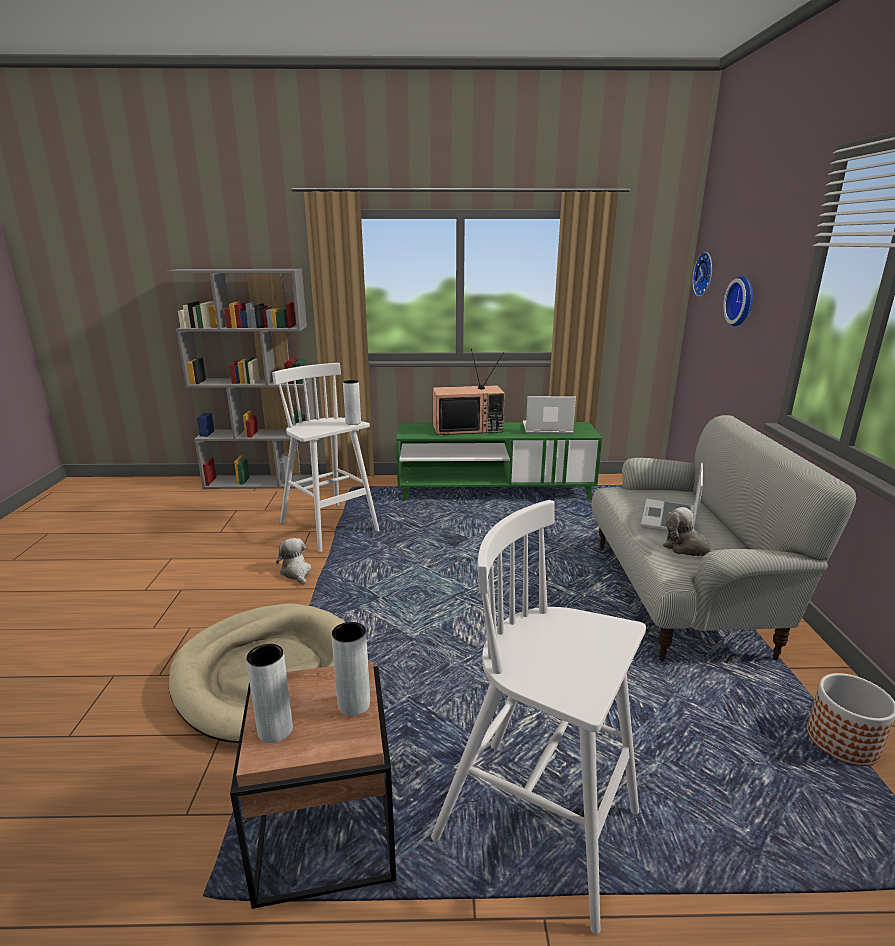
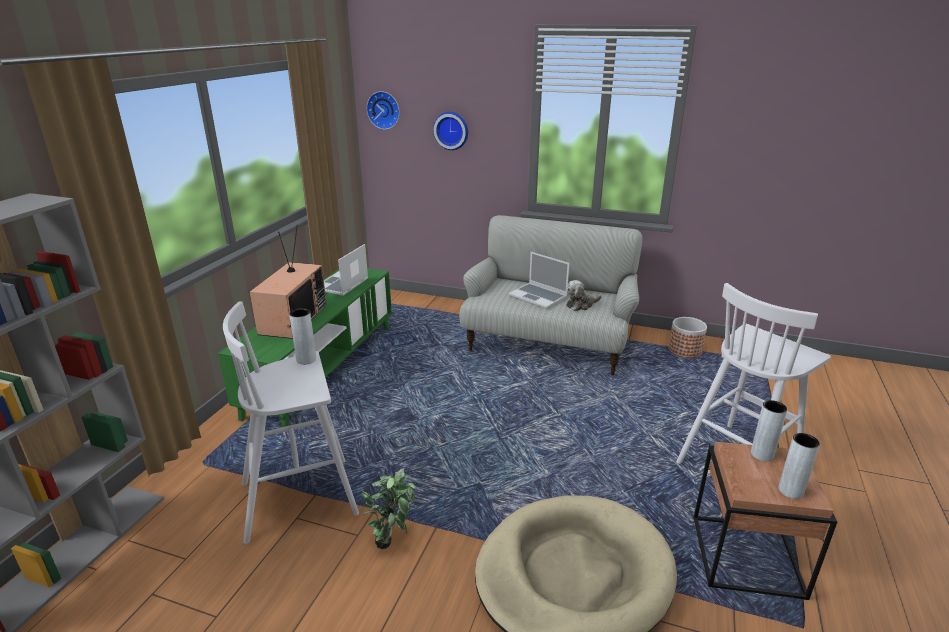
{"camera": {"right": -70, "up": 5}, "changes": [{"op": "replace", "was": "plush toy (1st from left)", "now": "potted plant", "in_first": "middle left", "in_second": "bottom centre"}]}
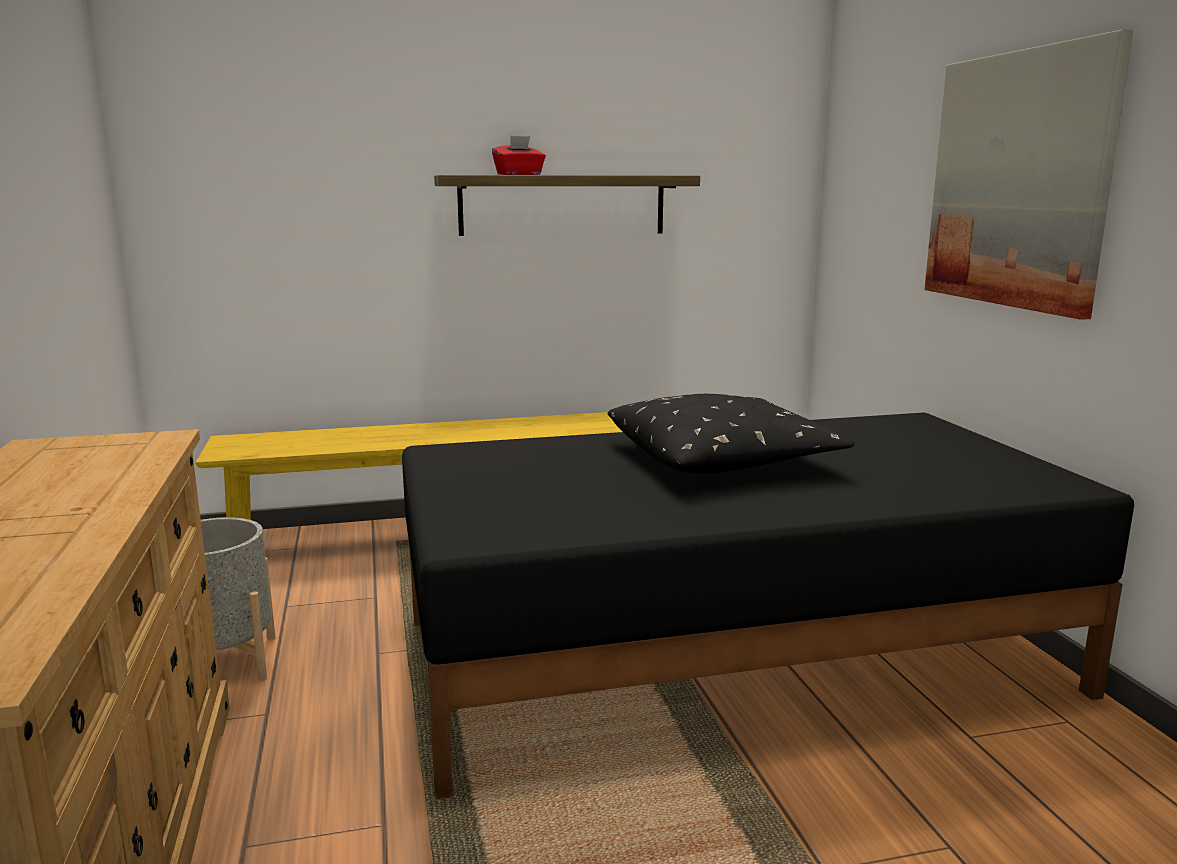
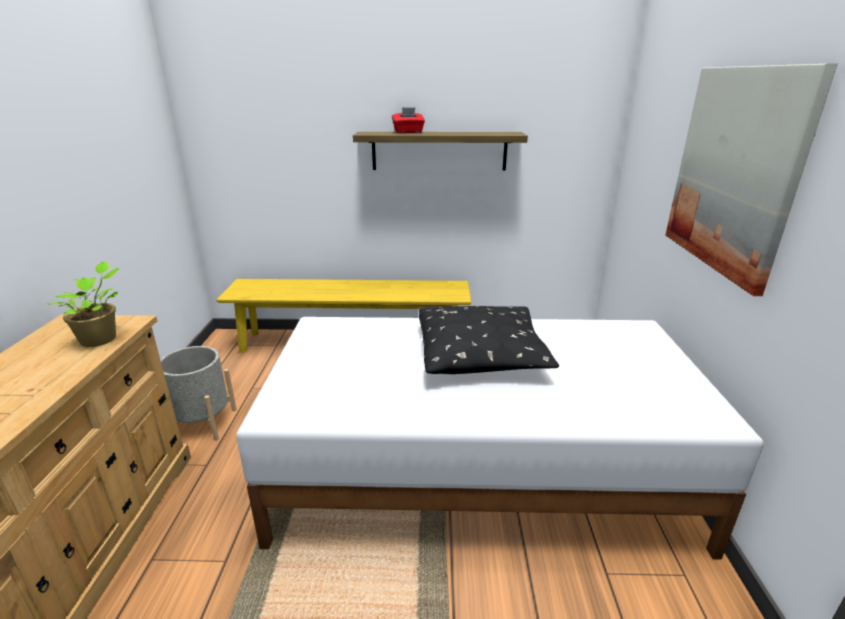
{"camera": {"right": 15, "up": 10}, "changes": [{"op": "insert", "now": "potted plant", "in_second": "middle left"}, {"op": "recolor", "was": "bed (black)", "now": "bed (white)", "in_first": "bottom centre", "in_second": "bottom centre"}]}
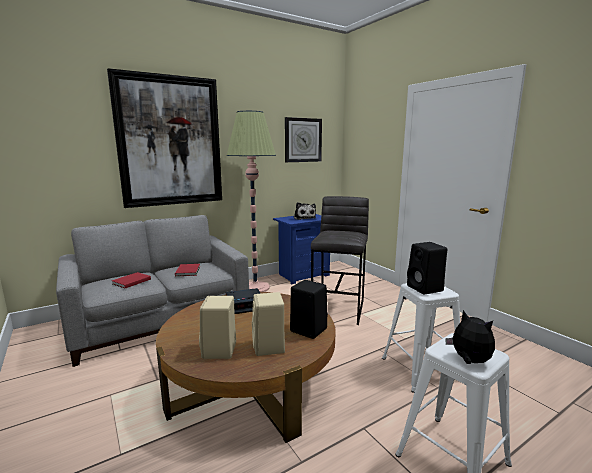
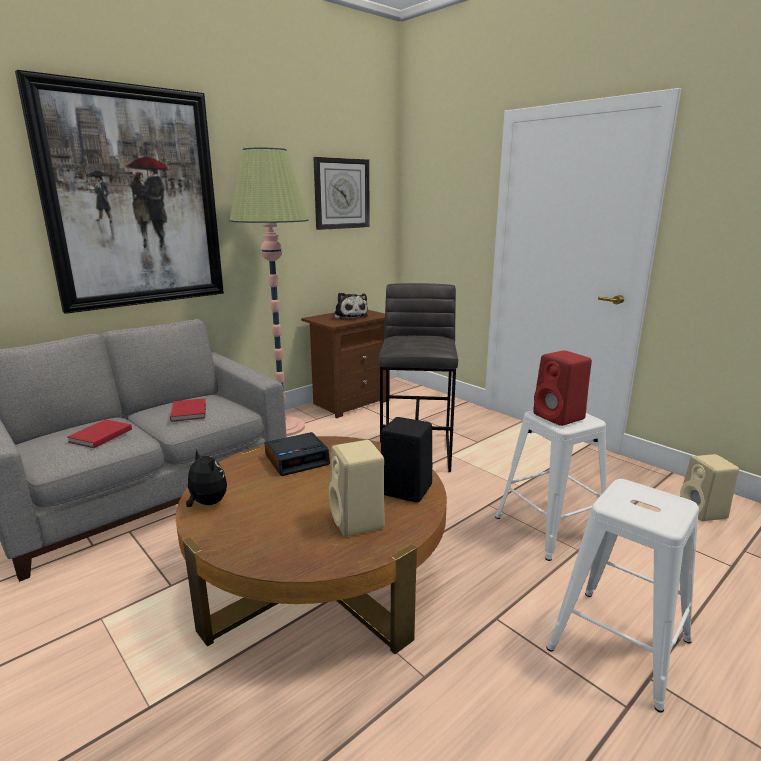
{"camera": {"right": -10, "up": 5}, "changes": [{"op": "move", "was": "speaker (beige) (1st from left in the first image)", "now": "speaker (beige) (2nd from left)", "in_first": "bottom centre", "in_second": "middle right"}, {"op": "move", "was": "plush toy (2nd from left in the first image)", "now": "plush toy (1st from left)", "in_first": "bottom right", "in_second": "middle left"}, {"op": "recolor", "was": "nightstand (blue)", "now": "nightstand (brown)", "in_first": "centre", "in_second": "centre"}, {"op": "recolor", "was": "speaker (black) (2nd from left)", "now": "speaker (red)", "in_first": "middle right", "in_second": "middle right"}]}
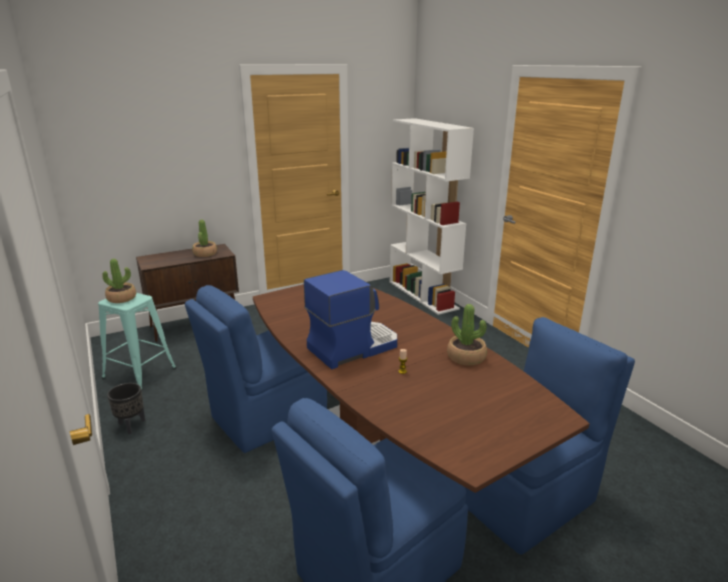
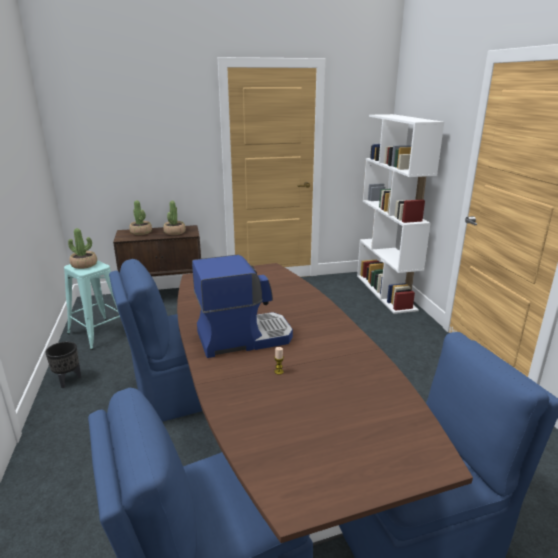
{"camera": {"right": 15, "up": 0}, "changes": [{"op": "move", "was": "potted plant (3rd from left in the first image)", "now": "potted plant (2nd from left)", "in_first": "centre", "in_second": "middle left"}]}
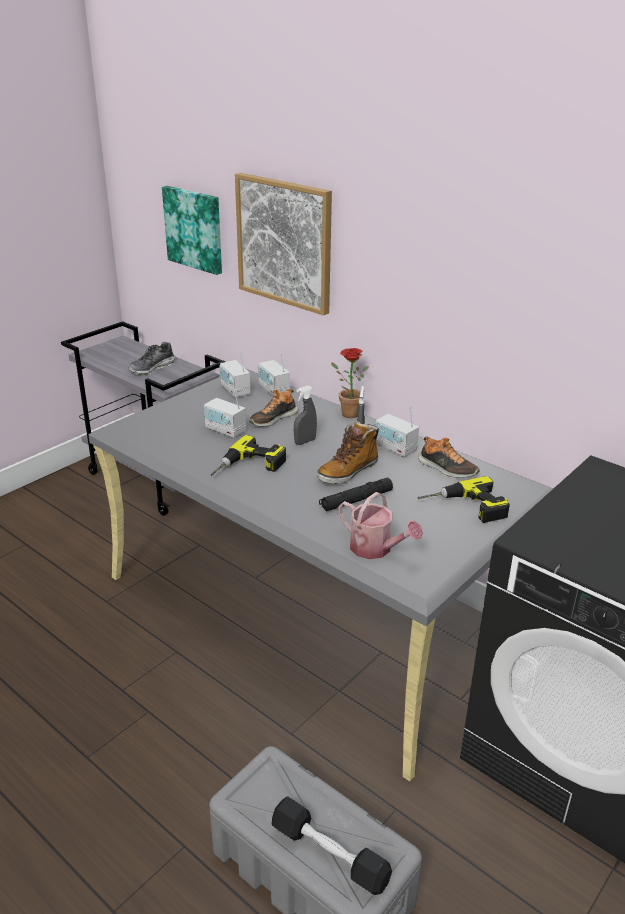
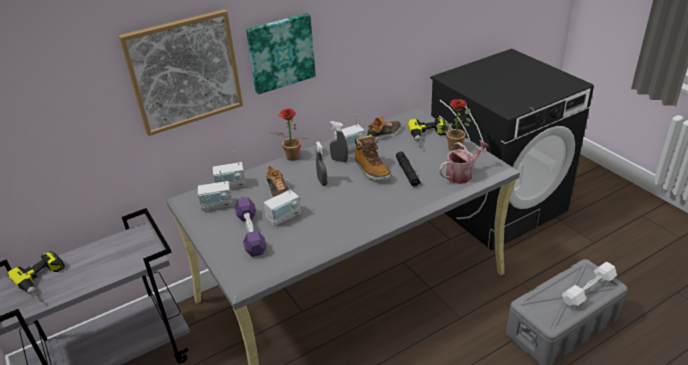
{"camera": {"right": -70, "up": 5}, "changes": [{"op": "delete", "was": "shoe (1st from left)", "in_first": "middle left"}, {"op": "insert", "now": "dumbbell (purple)", "in_second": "centre"}, {"op": "insert", "now": "potted plant (2nd from left)", "in_second": "centre"}, {"op": "move", "was": "picture (1st from left in the first image)", "now": "picture (2nd from left)", "in_first": "top left", "in_second": "top centre"}, {"op": "move", "was": "power drill (1st from left)", "in_first": "centre", "in_second": "bottom left"}, {"op": "recolor", "was": "dumbbell (black)", "now": "dumbbell (white)", "in_first": "bottom centre", "in_second": "bottom right"}]}
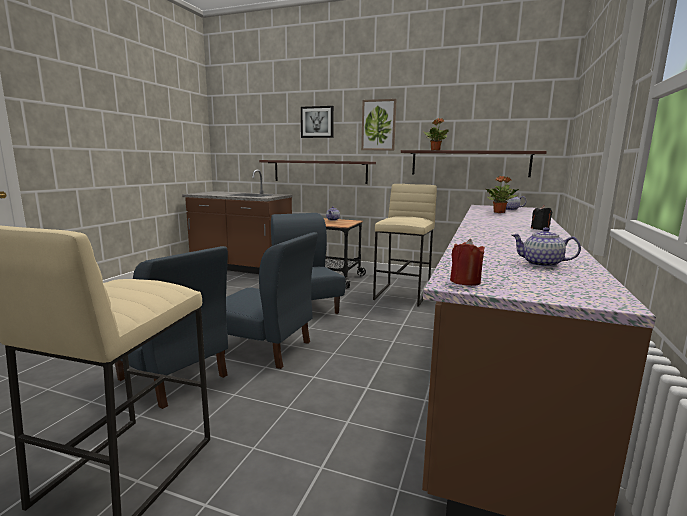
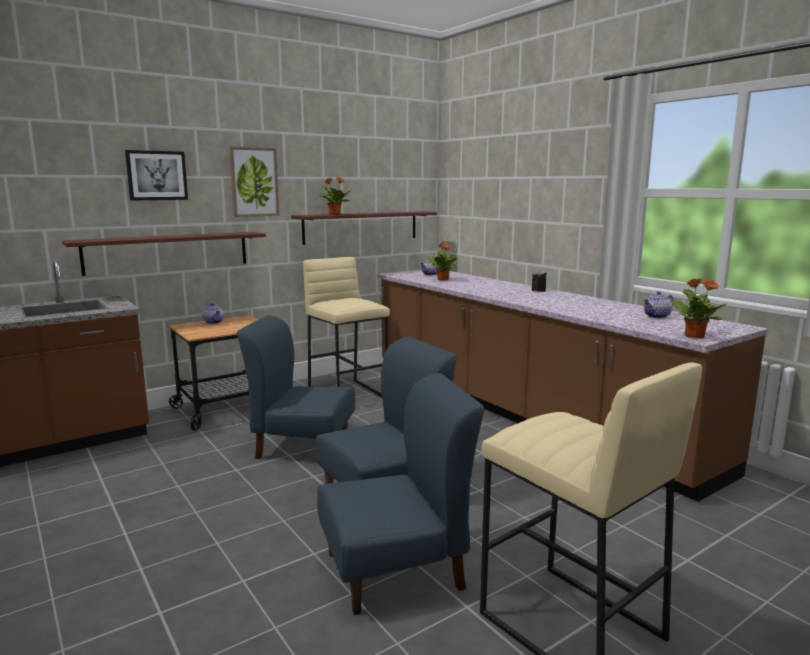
{"camera": {"right": -55, "up": 0}, "changes": [{"op": "replace", "was": "candle (red)", "now": "potted plant (3rd from left)", "in_first": "middle right", "in_second": "middle right"}]}
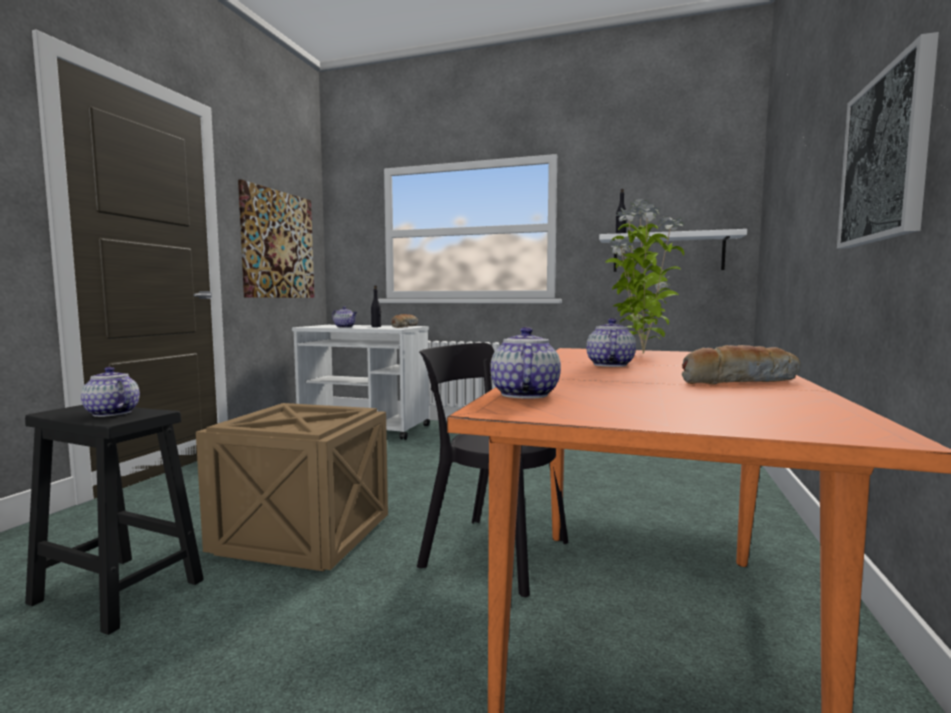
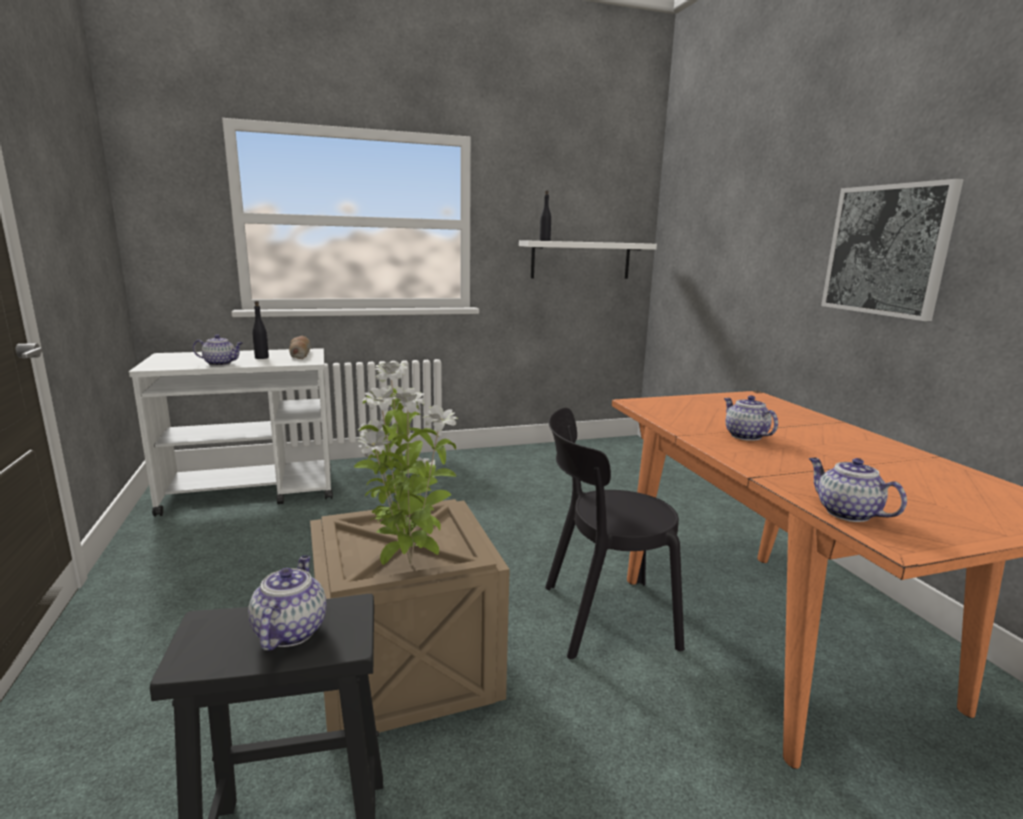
{"camera": {"right": -35, "up": 10}, "changes": [{"op": "delete", "was": "picture (1st from left)", "in_first": "middle left"}, {"op": "delete", "was": "bread (2nd from left)", "in_first": "middle right"}, {"op": "move", "was": "potted plant", "in_first": "middle right", "in_second": "centre"}, {"op": "rotate", "was": "teapot (1st from left in the first image)", "in_first": "middle left", "in_second": "bottom left", "clockwise": 90}]}
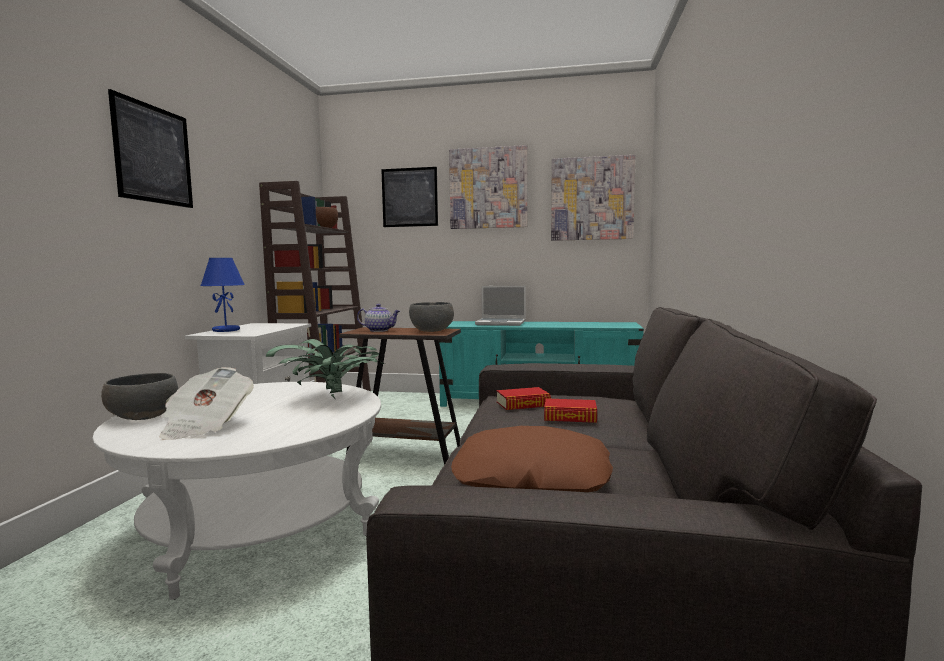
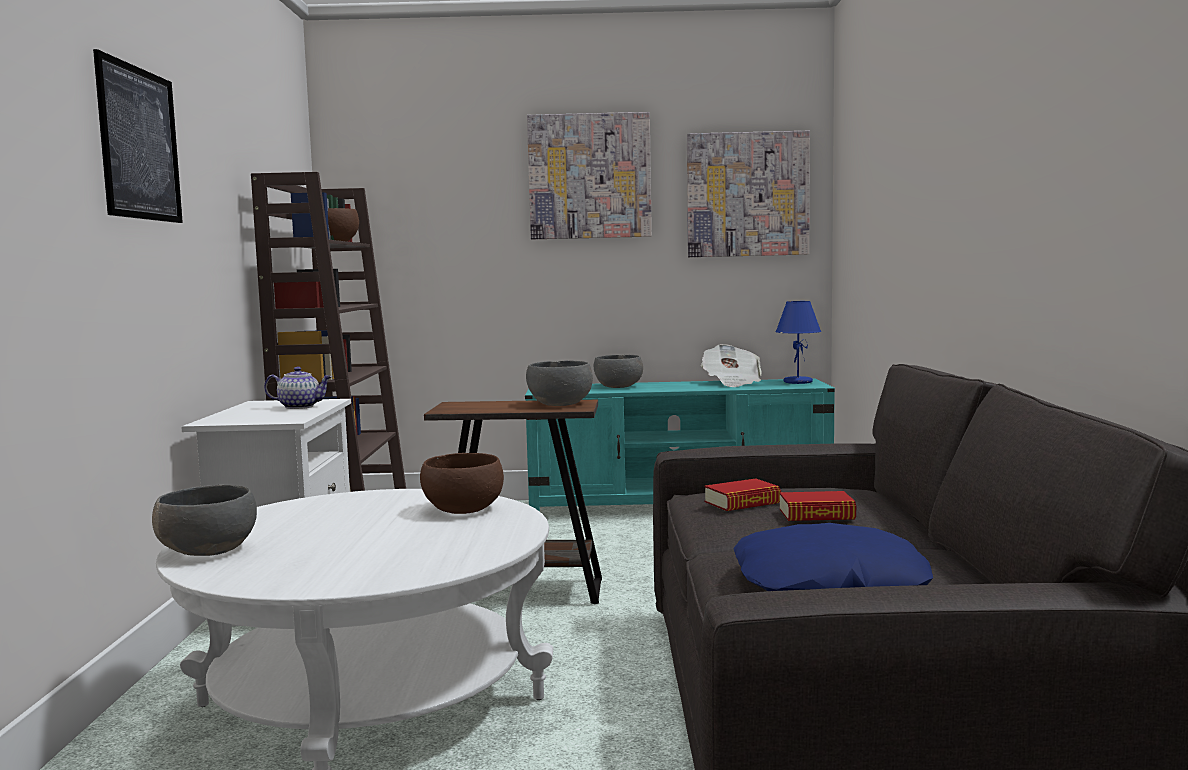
{"camera": {"right": -10, "up": 0}, "changes": [{"op": "delete", "was": "picture (2nd from left)", "in_first": "top centre"}, {"op": "move", "was": "newspaper", "in_first": "middle left", "in_second": "centre"}, {"op": "move", "was": "table lamp (blue)", "in_first": "middle left", "in_second": "middle right"}, {"op": "move", "was": "teapot", "in_first": "centre", "in_second": "middle left"}, {"op": "replace", "was": "potted plant", "now": "bowl (brown) (2nd from left)", "in_first": "centre", "in_second": "centre"}, {"op": "replace", "was": "laptop", "now": "bowl (grey) (3rd from left)", "in_first": "centre", "in_second": "centre"}, {"op": "recolor", "was": "pillow (brown)", "now": "pillow (blue)", "in_first": "bottom centre", "in_second": "bottom right"}]}
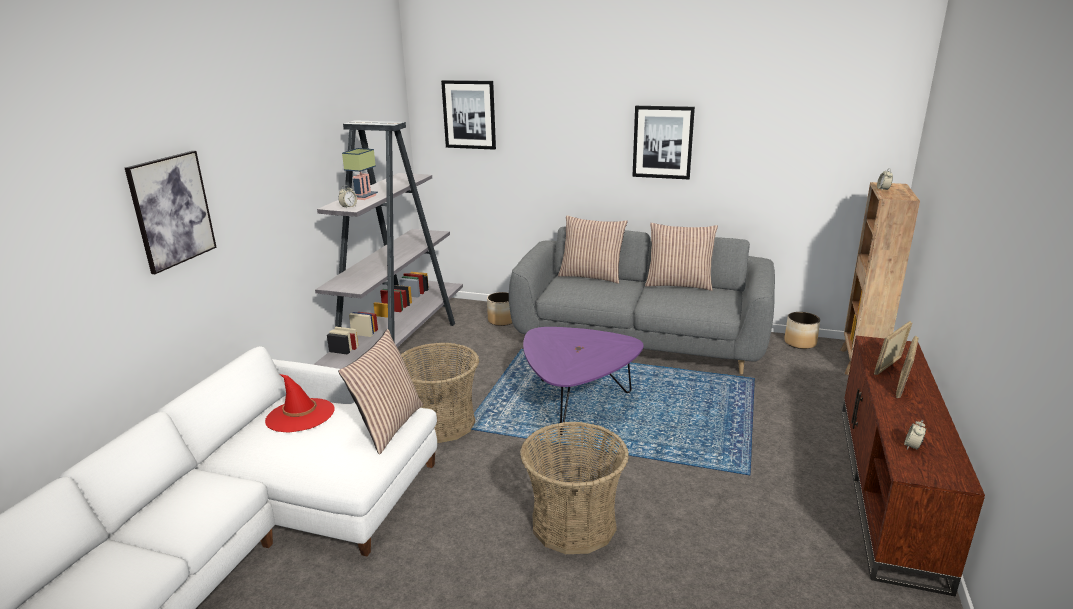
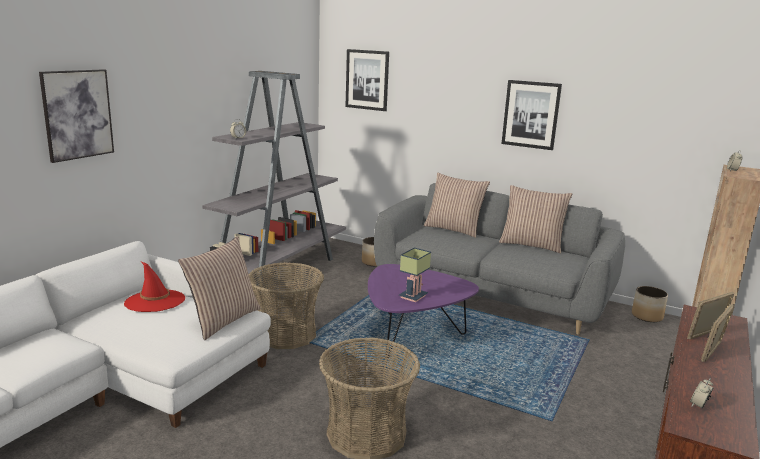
{"camera": {"right": 10, "up": -5}, "changes": [{"op": "move", "was": "table lamp", "in_first": "top centre", "in_second": "centre"}]}
